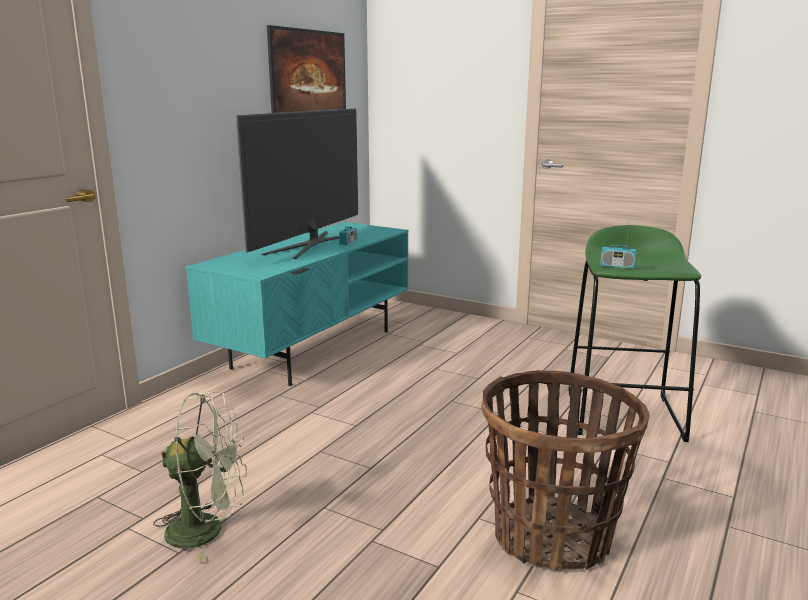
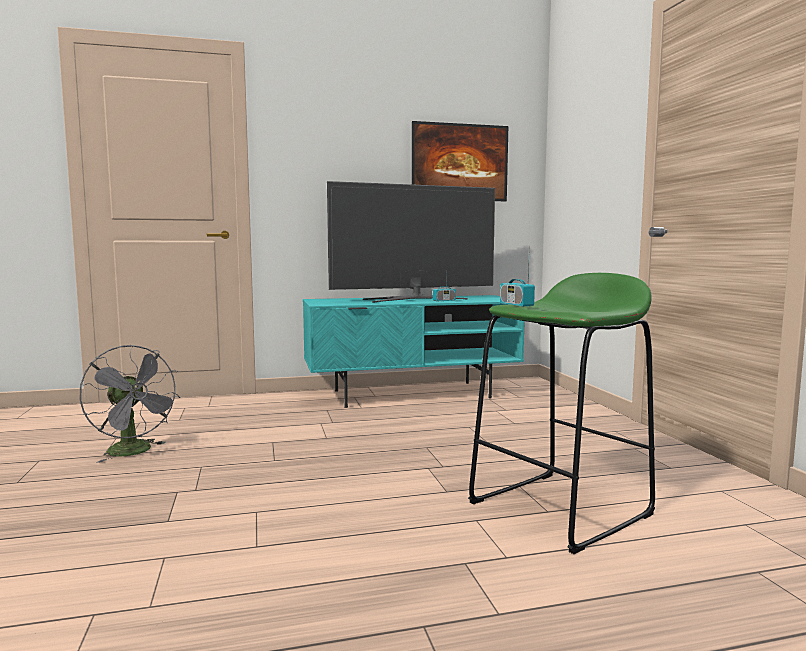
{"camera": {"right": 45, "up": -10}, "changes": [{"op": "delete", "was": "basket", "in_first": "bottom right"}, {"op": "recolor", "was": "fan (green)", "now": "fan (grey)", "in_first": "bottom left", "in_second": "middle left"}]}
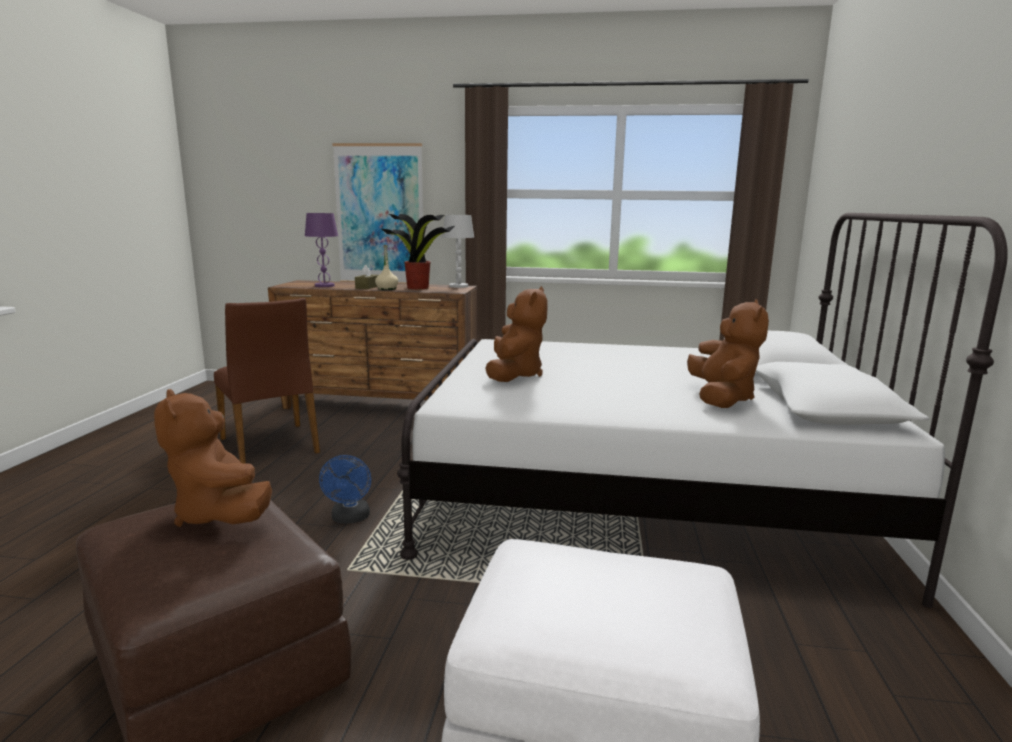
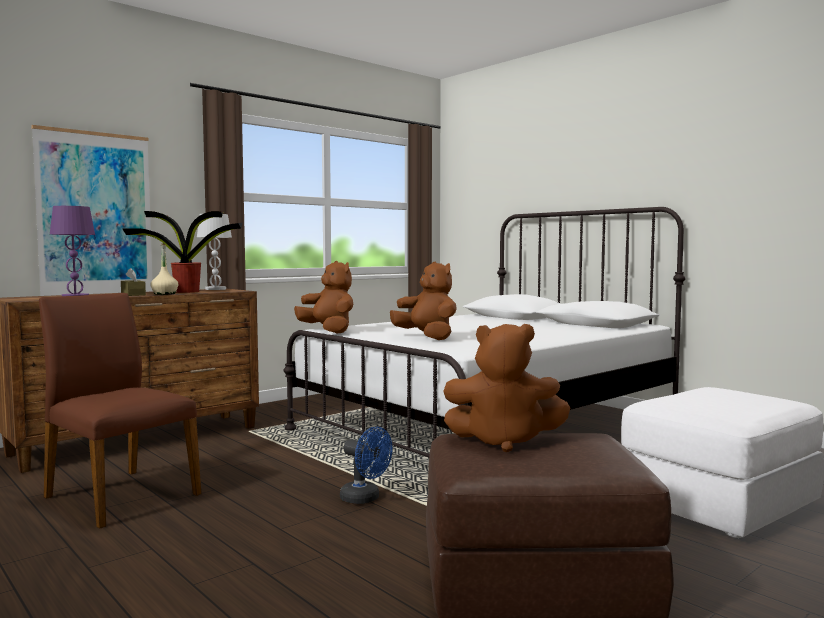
{"camera": {"right": -50, "up": -10}, "changes": [{"op": "move", "was": "plush toy (brown) (3rd from left in the first image)", "now": "plush toy (brown) (1st from left)", "in_first": "middle right", "in_second": "centre"}, {"op": "rotate", "was": "chair (brown)", "in_first": "middle left", "in_second": "middle left", "clockwise": -150}]}
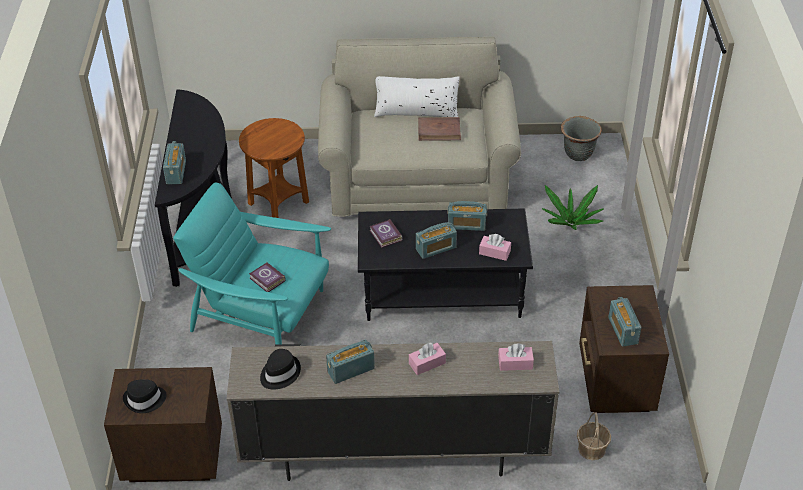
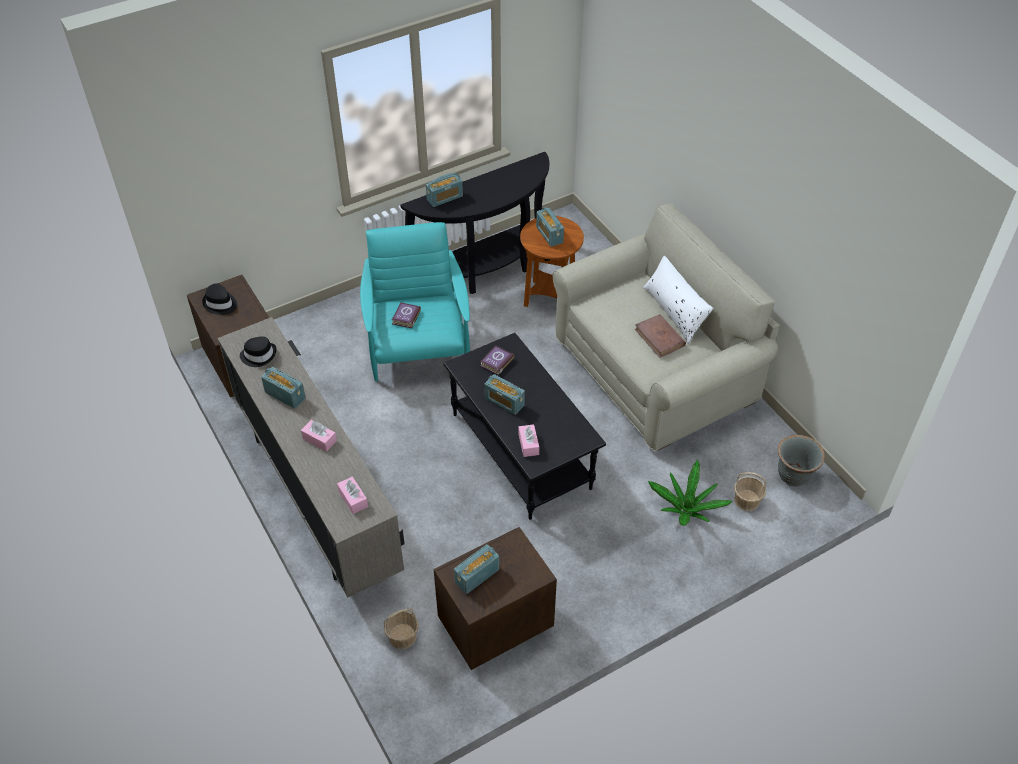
{"camera": {"right": 60, "up": 5}, "changes": [{"op": "insert", "now": "basket (2nd from left)", "in_second": "middle right"}, {"op": "move", "was": "radio (4th from left in the first image)", "now": "radio (5th from left)", "in_first": "centre", "in_second": "top centre"}]}
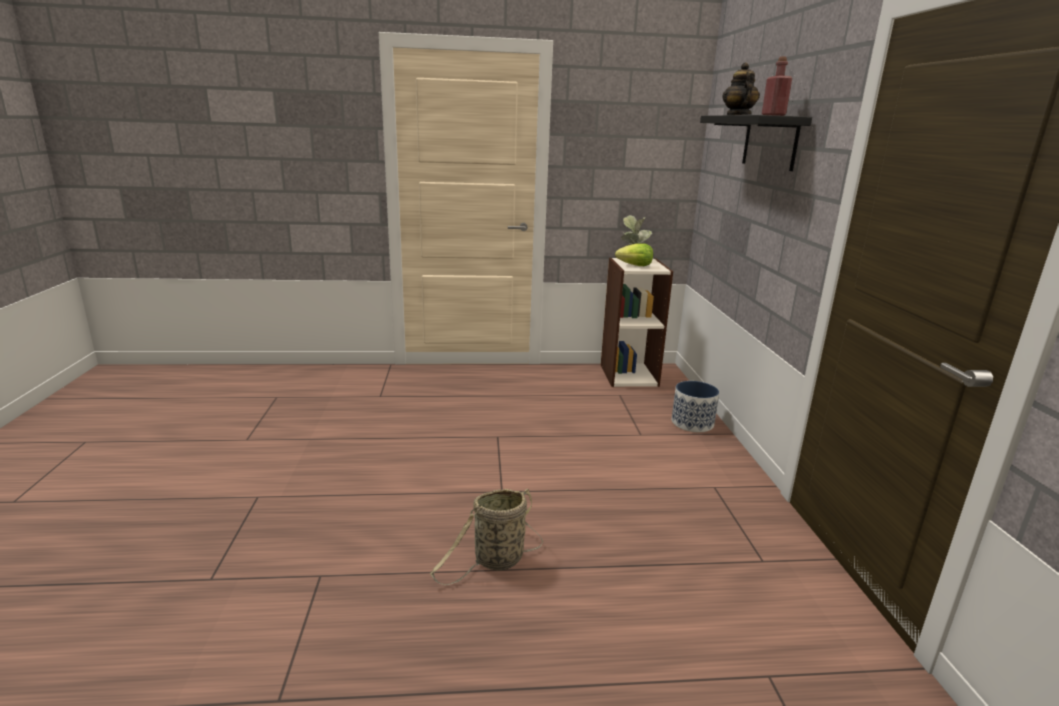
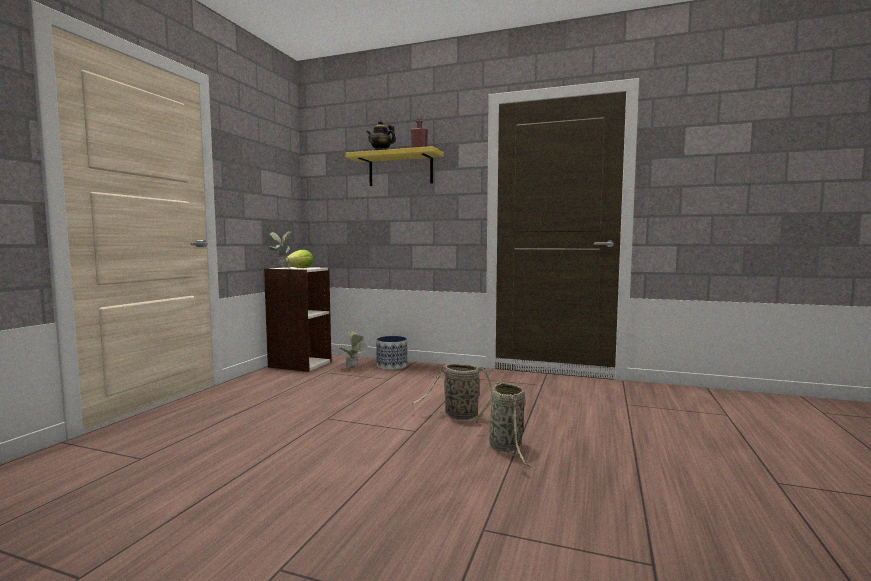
{"camera": {"right": -65, "up": -15}, "changes": [{"op": "insert", "now": "potted plant (2nd from left)", "in_second": "centre"}, {"op": "insert", "now": "basket (1st from left)", "in_second": "bottom centre"}, {"op": "recolor", "was": "shelf (black)", "now": "shelf (yellow)", "in_first": "top right", "in_second": "top centre"}]}
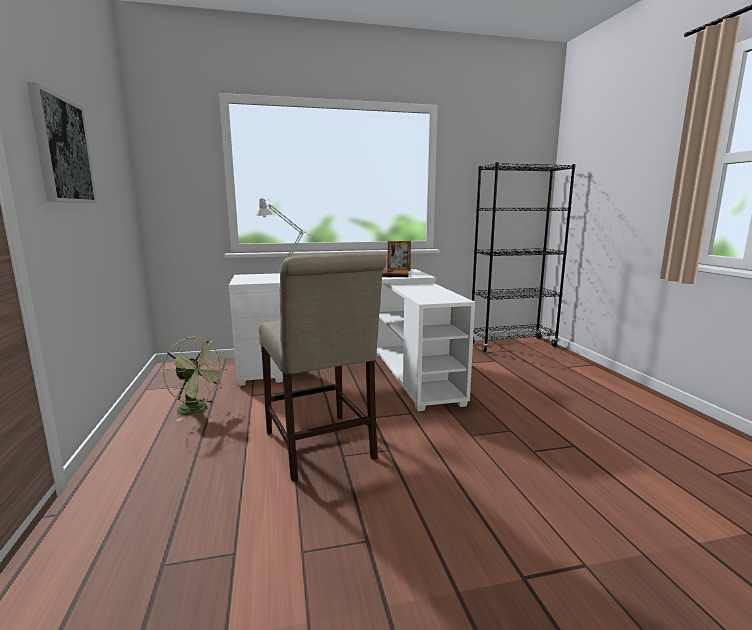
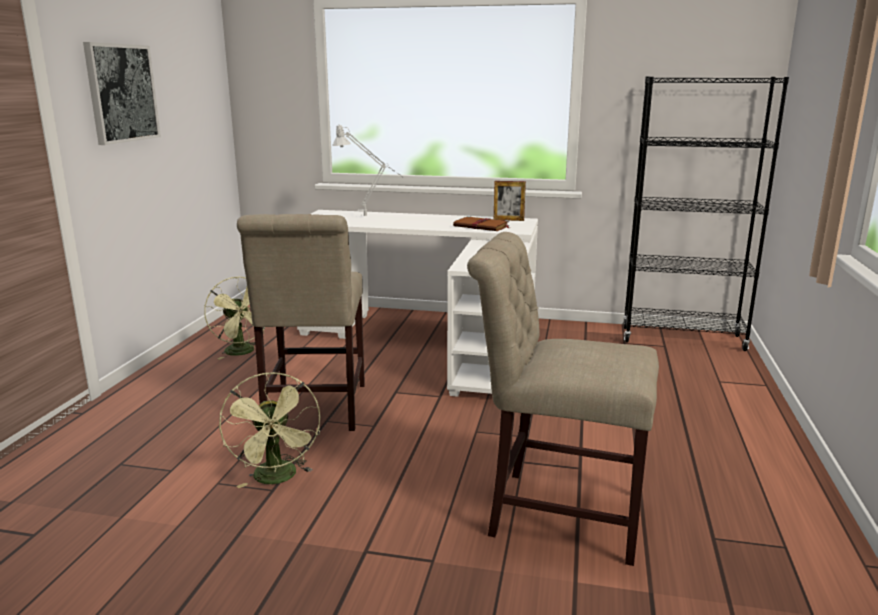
{"camera": {"right": 25, "up": 5}, "changes": [{"op": "insert", "now": "fan (green) (2nd from left)", "in_second": "bottom left"}, {"op": "insert", "now": "chair (beige) (2nd from left)", "in_second": "centre"}]}
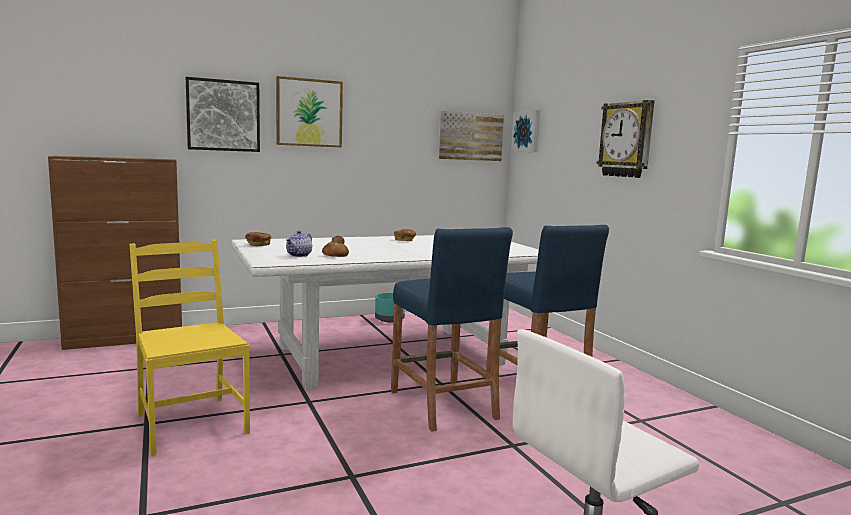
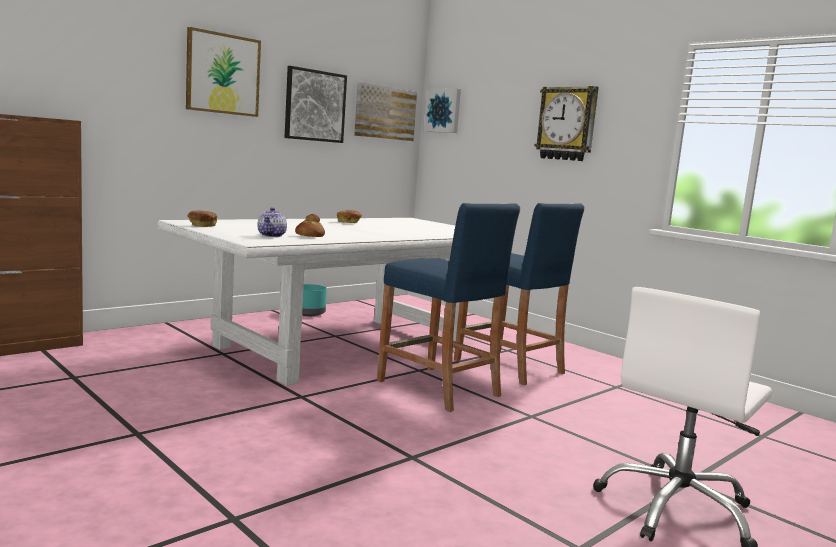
{"camera": {"right": -20, "up": 0}, "changes": [{"op": "delete", "was": "chair (yellow)", "in_first": "bottom left"}, {"op": "move", "was": "picture (1st from left in the first image)", "now": "picture (2nd from left)", "in_first": "top left", "in_second": "top centre"}]}
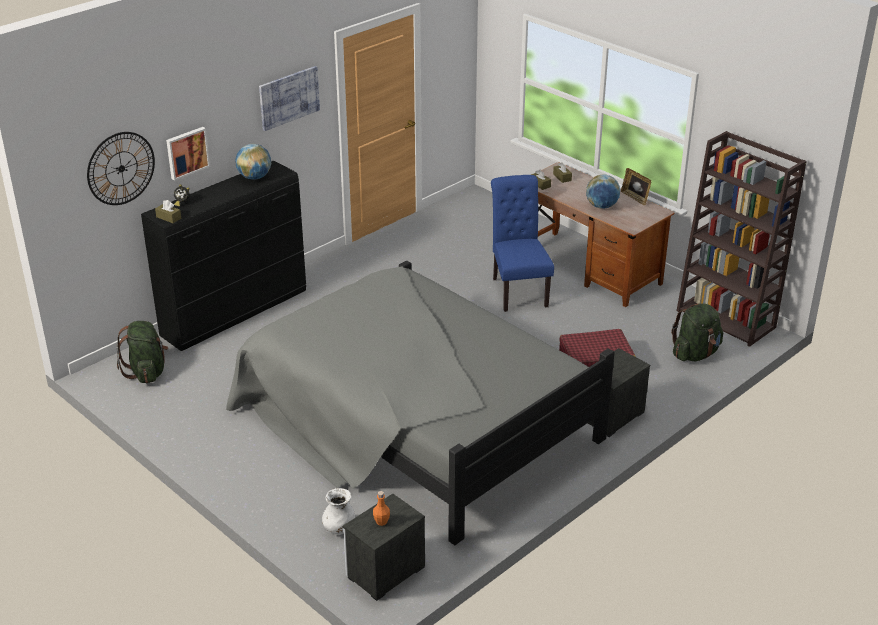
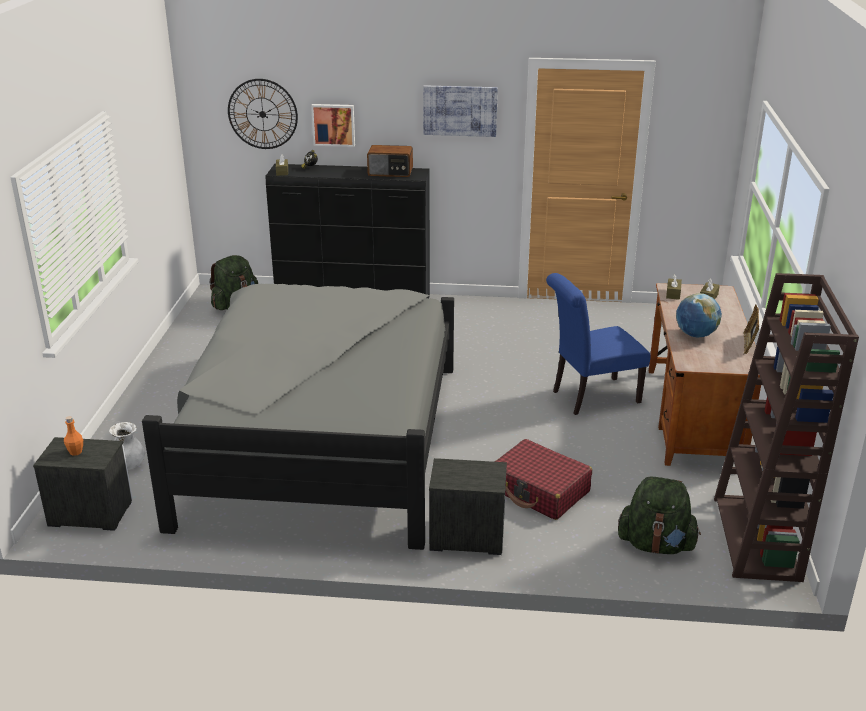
{"camera": {"right": 50, "up": -5}, "changes": [{"op": "replace", "was": "globe (1st from left)", "now": "radio", "in_first": "top left", "in_second": "top centre"}, {"op": "rotate", "was": "chair (blue)", "in_first": "centre", "in_second": "middle right", "clockwise": -150}]}
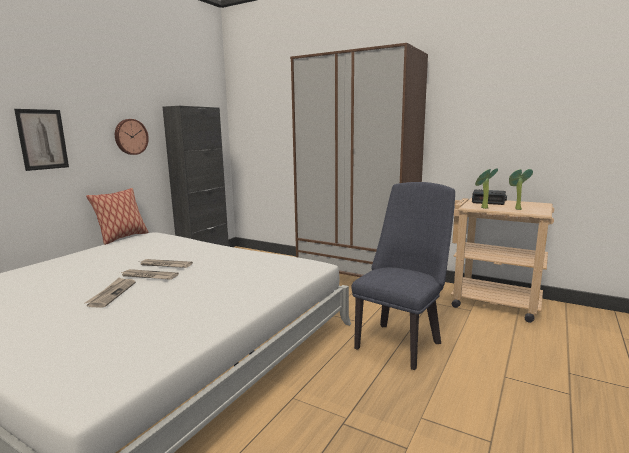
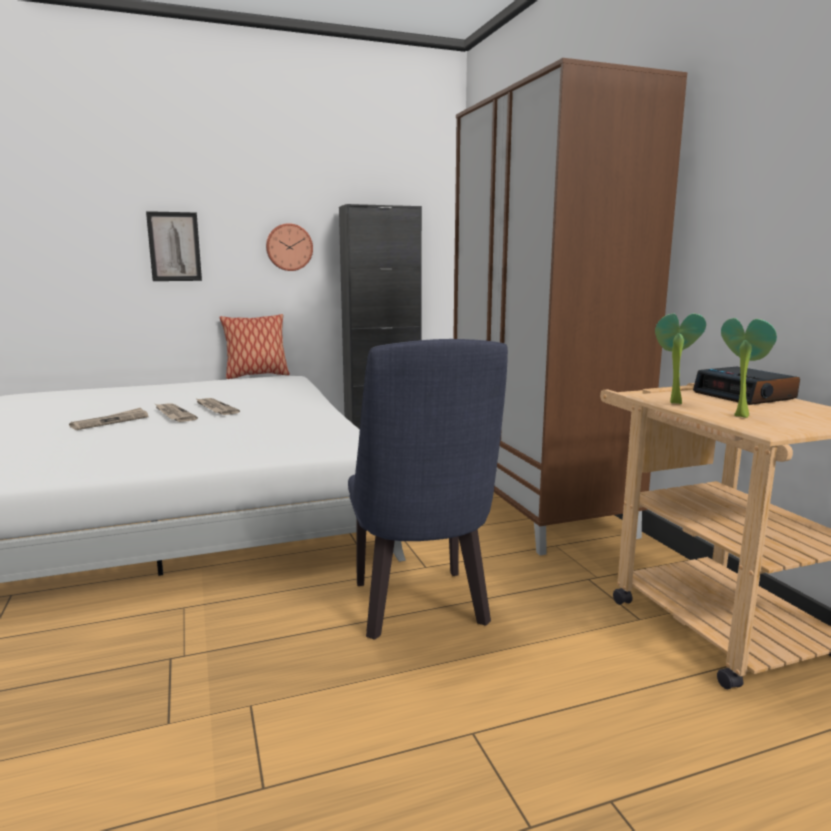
{"camera": {"right": 40, "up": 0}, "changes": [{"op": "rotate", "was": "chair (blue)", "in_first": "centre", "in_second": "centre", "clockwise": 90}]}
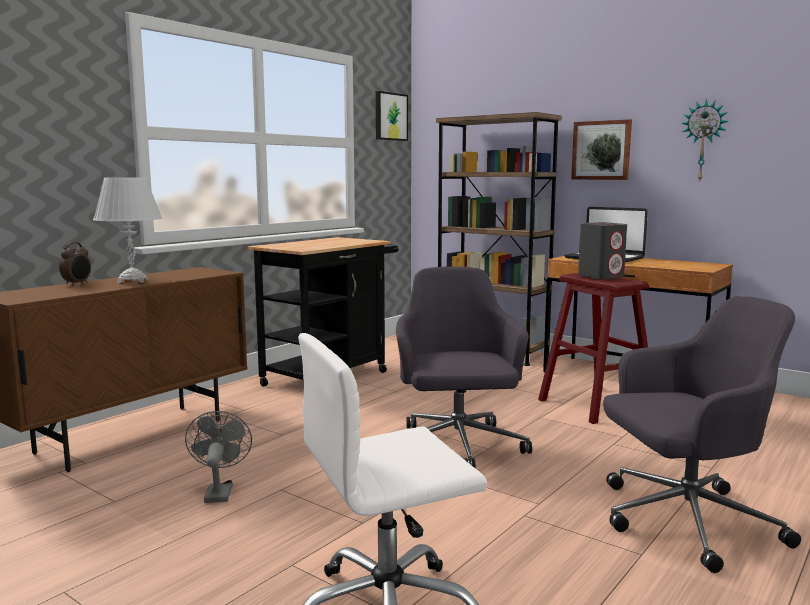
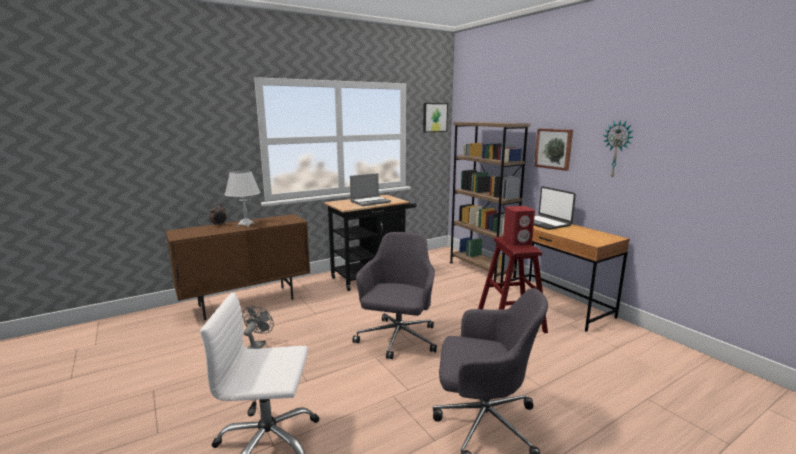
{"camera": {"right": 20, "up": 5}, "changes": [{"op": "insert", "now": "laptop (1st from left)", "in_second": "centre"}, {"op": "recolor", "was": "speaker (grey)", "now": "speaker (red)", "in_first": "middle right", "in_second": "centre"}]}
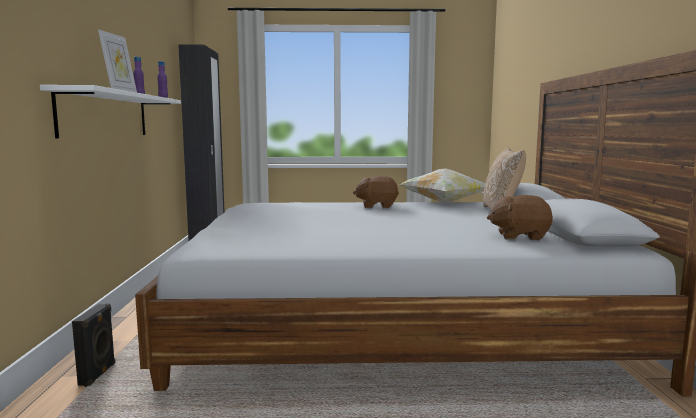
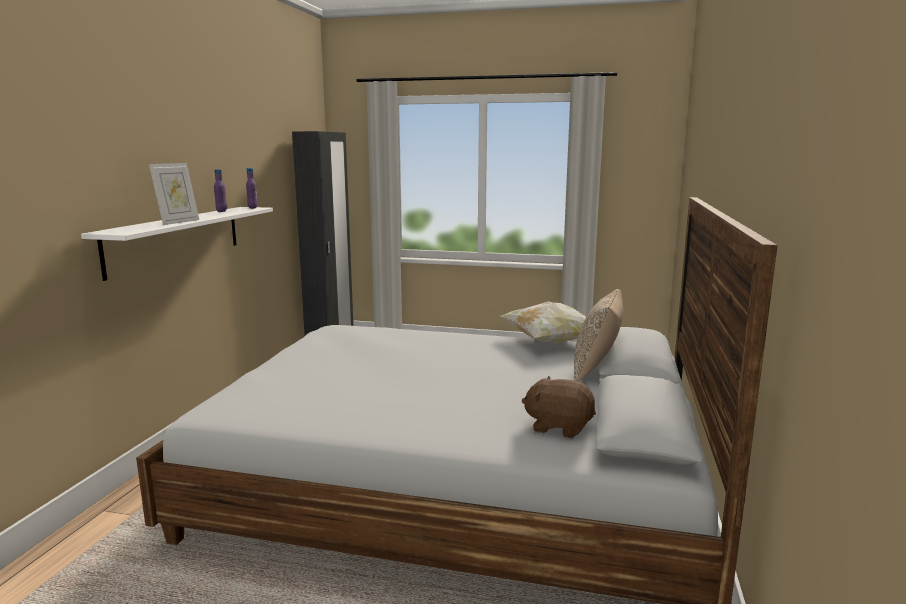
{"camera": {"right": 15, "up": 5}, "changes": [{"op": "delete", "was": "speaker (black)", "in_first": "bottom left"}, {"op": "delete", "was": "plush toy (brown) (1st from left)", "in_first": "centre"}]}
